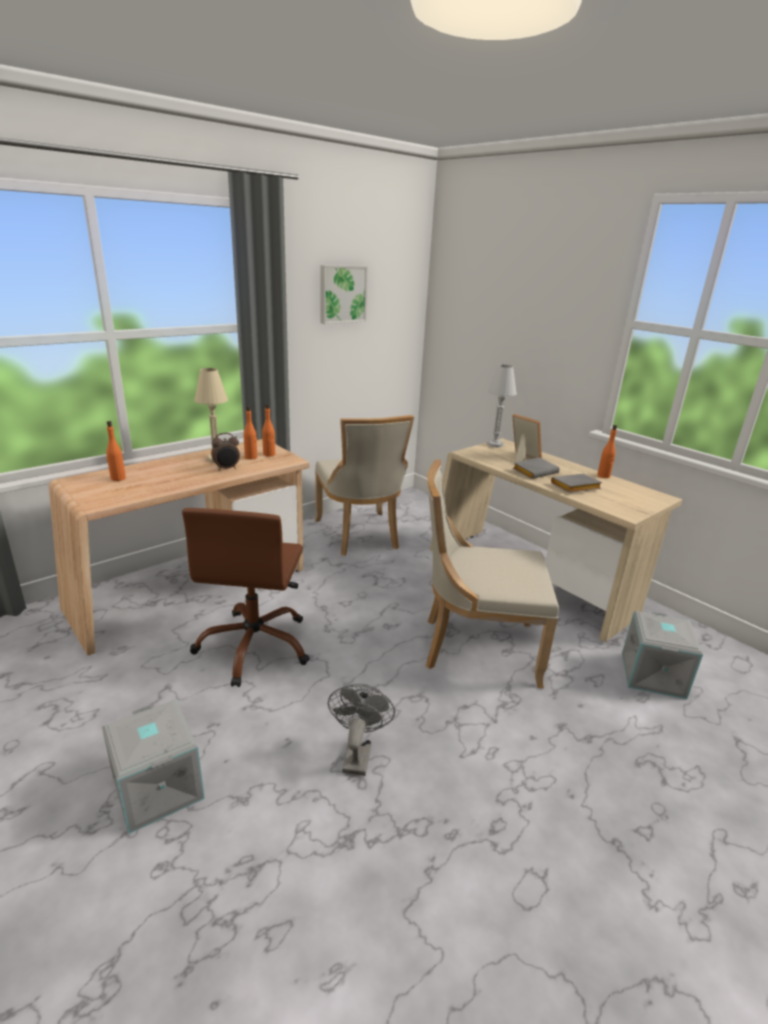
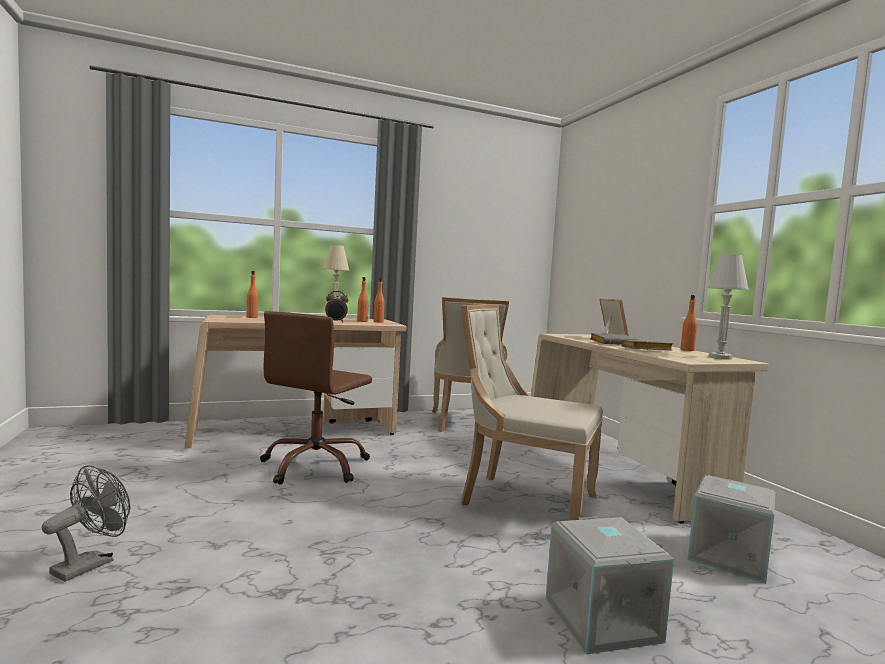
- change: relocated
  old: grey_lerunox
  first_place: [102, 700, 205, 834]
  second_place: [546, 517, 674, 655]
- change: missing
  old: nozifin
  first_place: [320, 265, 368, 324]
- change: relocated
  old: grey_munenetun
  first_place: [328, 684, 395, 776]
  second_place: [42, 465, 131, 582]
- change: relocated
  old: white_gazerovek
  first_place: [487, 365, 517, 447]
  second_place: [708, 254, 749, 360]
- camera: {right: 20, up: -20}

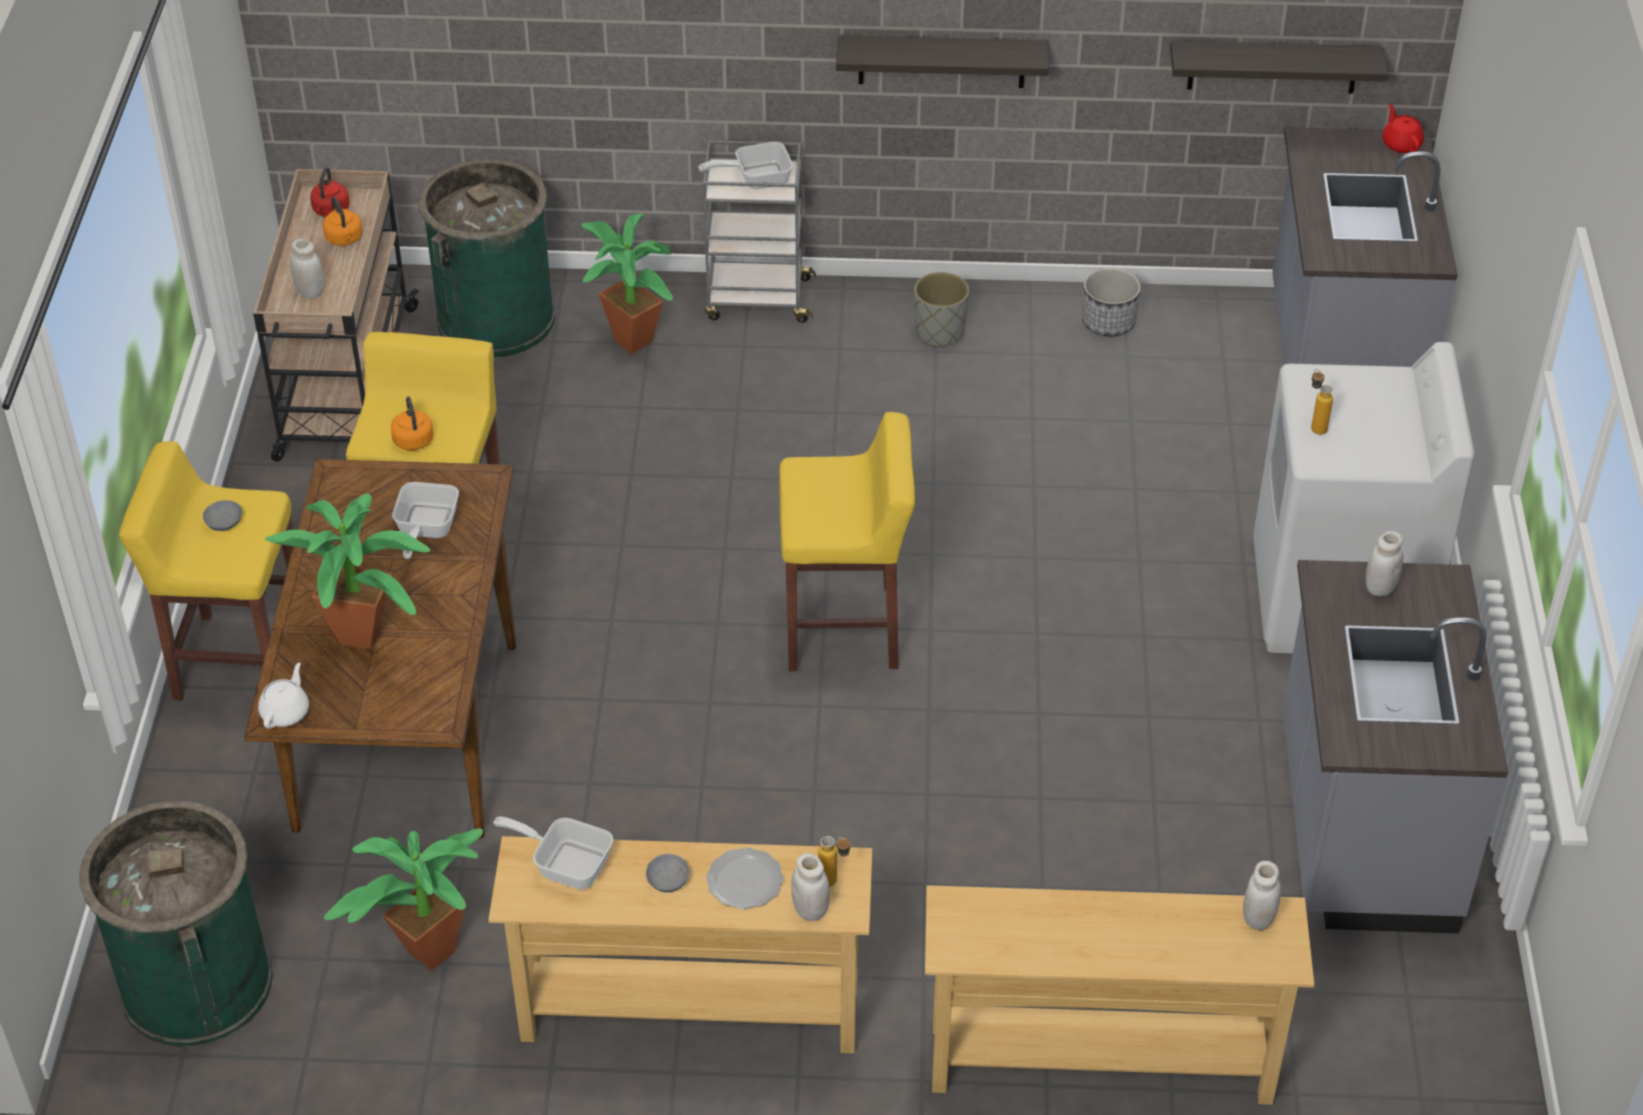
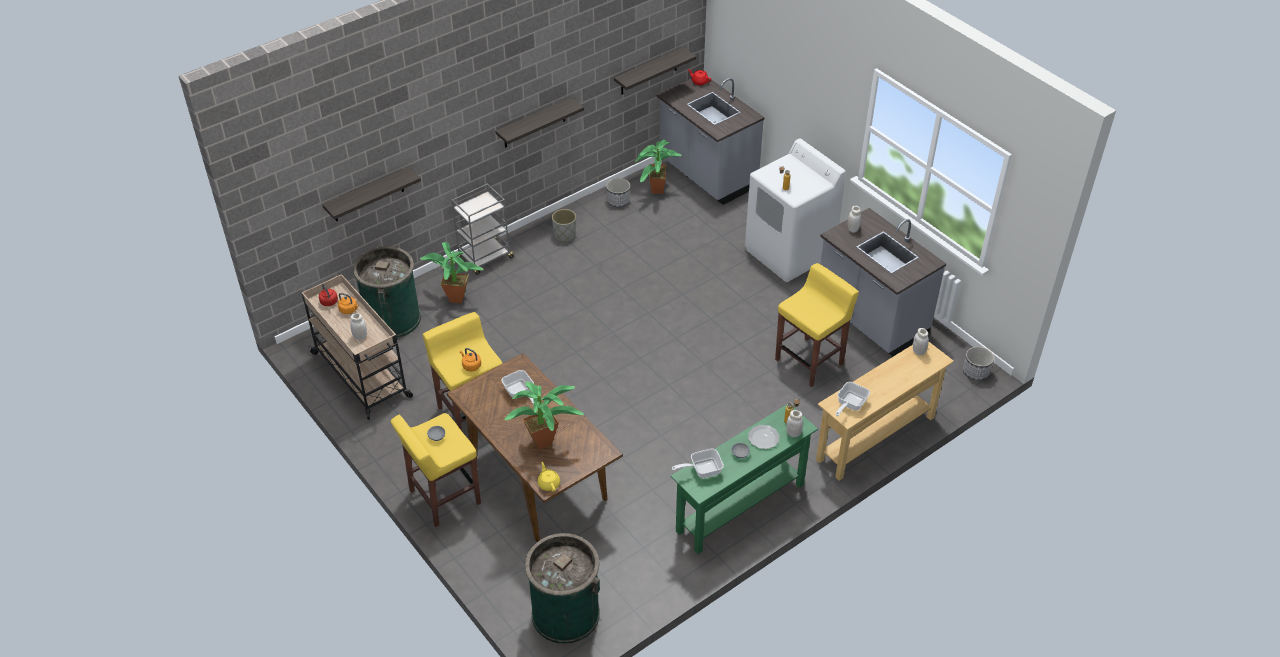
- change: colour
  old: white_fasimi
  new: yellow_fasimi
  first_place: [258, 662, 309, 729]
  second_place: [538, 462, 560, 492]
- change: relocated
  old: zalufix
  first_place: [324, 828, 483, 971]
  second_place: [635, 140, 682, 194]
- change: colour
  old: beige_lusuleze
  new: green_lusuleze
  first_place: [488, 836, 872, 1053]
  second_place: [671, 404, 818, 554]
- change: relocated
  old: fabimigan
  first_place: [698, 142, 793, 189]
  second_place: [836, 382, 870, 416]
- change: relocated
  old: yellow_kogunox
  first_place: [779, 412, 915, 671]
  second_place: [775, 263, 859, 387]
- change: appeared
  new: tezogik
  second_place: [323, 167, 421, 221]
- change: appeared
  new: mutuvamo
  second_place: [963, 346, 994, 380]
- camera: {right: -40, up: 0}

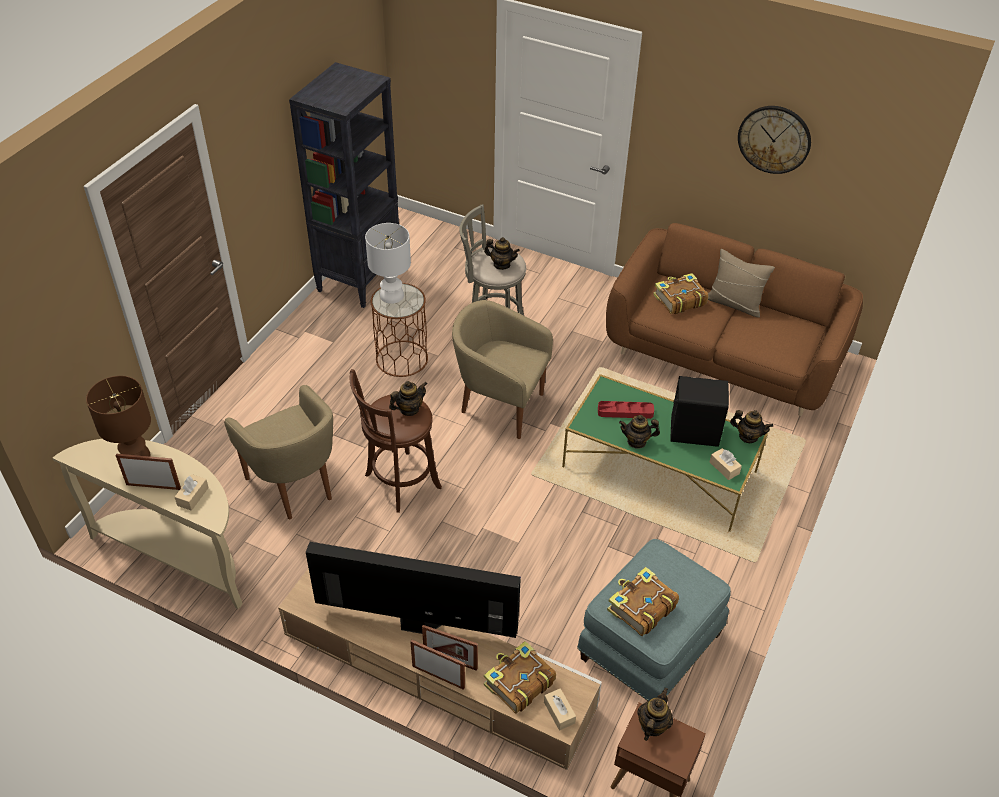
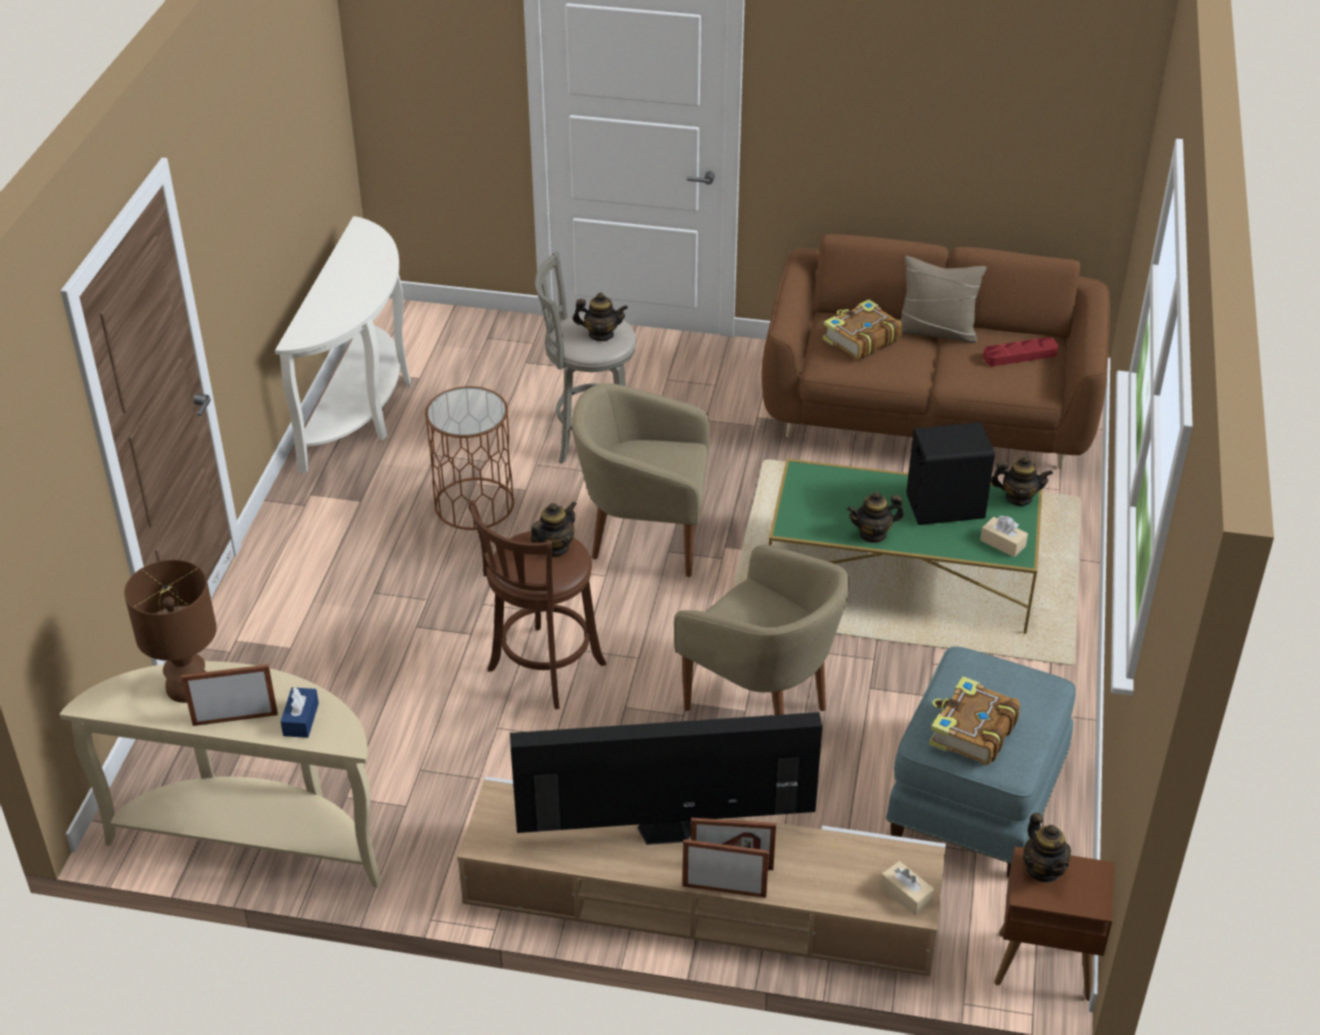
- change: colour
  old: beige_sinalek
  new: blue_sinalek
  first_place: [175, 474, 209, 511]
  second_place: [281, 687, 319, 738]
- change: relocated
  old: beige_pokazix
  first_place: [224, 385, 333, 519]
  second_place: [674, 544, 849, 715]
- change: exchanged
  old: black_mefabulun
  new: white_lusuleze
  first_place: [289, 62, 400, 308]
  second_place: [275, 216, 411, 473]
- change: missing
  old: white_gazerovek
  first_place: [365, 223, 411, 304]
- change: missing
  old: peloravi
  first_place: [484, 641, 556, 714]
- change: relocated
  old: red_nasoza
  first_place: [598, 401, 654, 419]
  second_place: [983, 337, 1058, 366]
- change: spun
  old: fasimi
  first_place: [637, 688, 673, 741]
  second_place: [1023, 813, 1071, 883]
  degrees: 150
- change: missing
  old: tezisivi
  first_place: [738, 106, 811, 174]
- camera: {right: -15, up: -5}

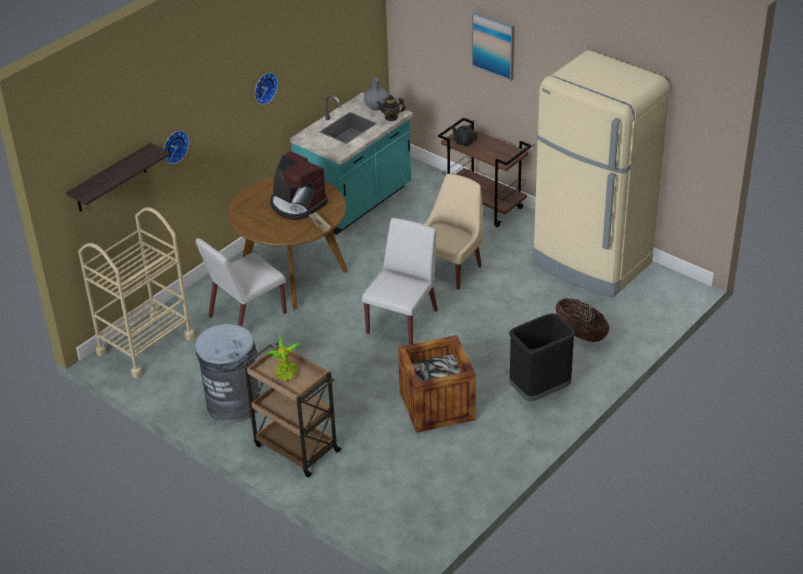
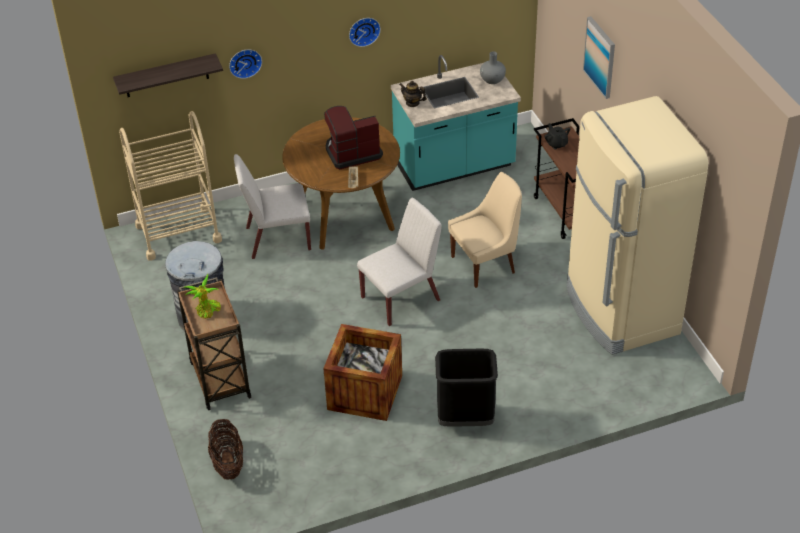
- change: spun
  old: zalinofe
  first_place: [270, 151, 328, 220]
  second_place: [324, 106, 383, 169]
  degrees: 90
- change: relocated
  old: fasimi
  first_place: [377, 95, 406, 121]
  second_place: [399, 81, 427, 107]
- change: relocated
  old: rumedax
  first_place: [555, 298, 610, 342]
  second_place: [208, 419, 243, 480]
- camera: {right: 30, up: 5}

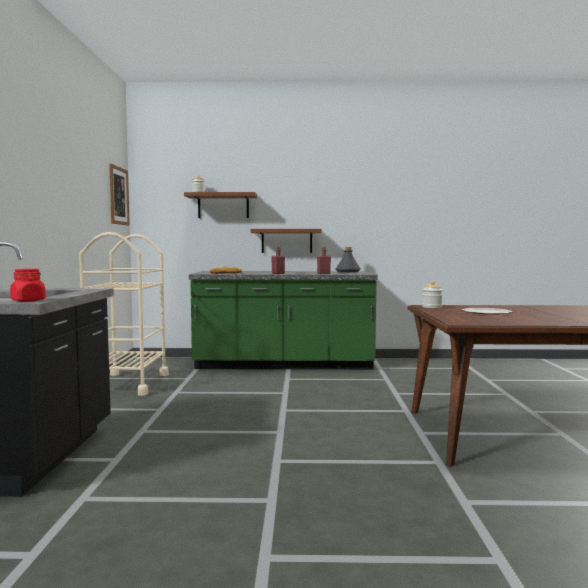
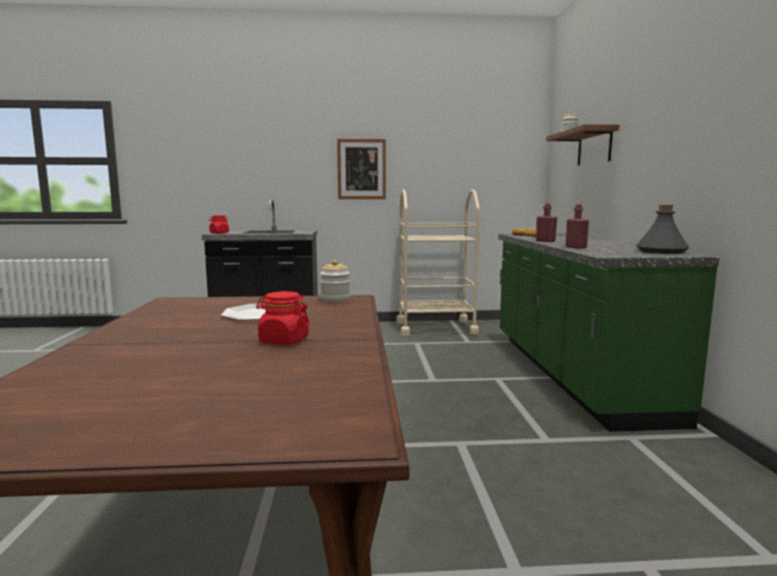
- change: relocated
  old: nozifin
  first_place: [109, 164, 130, 225]
  second_place: [337, 139, 386, 199]
- change: missing
  old: tezogik
  first_place: [251, 229, 322, 253]
- change: appeared
  new: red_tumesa
  second_place: [256, 291, 310, 345]
- camera: {right: 85, up: 5}

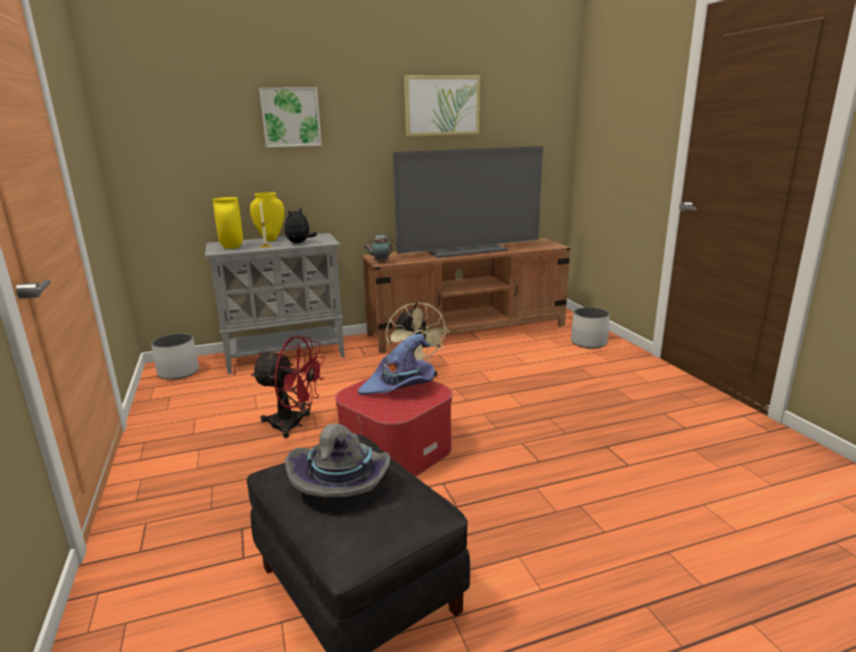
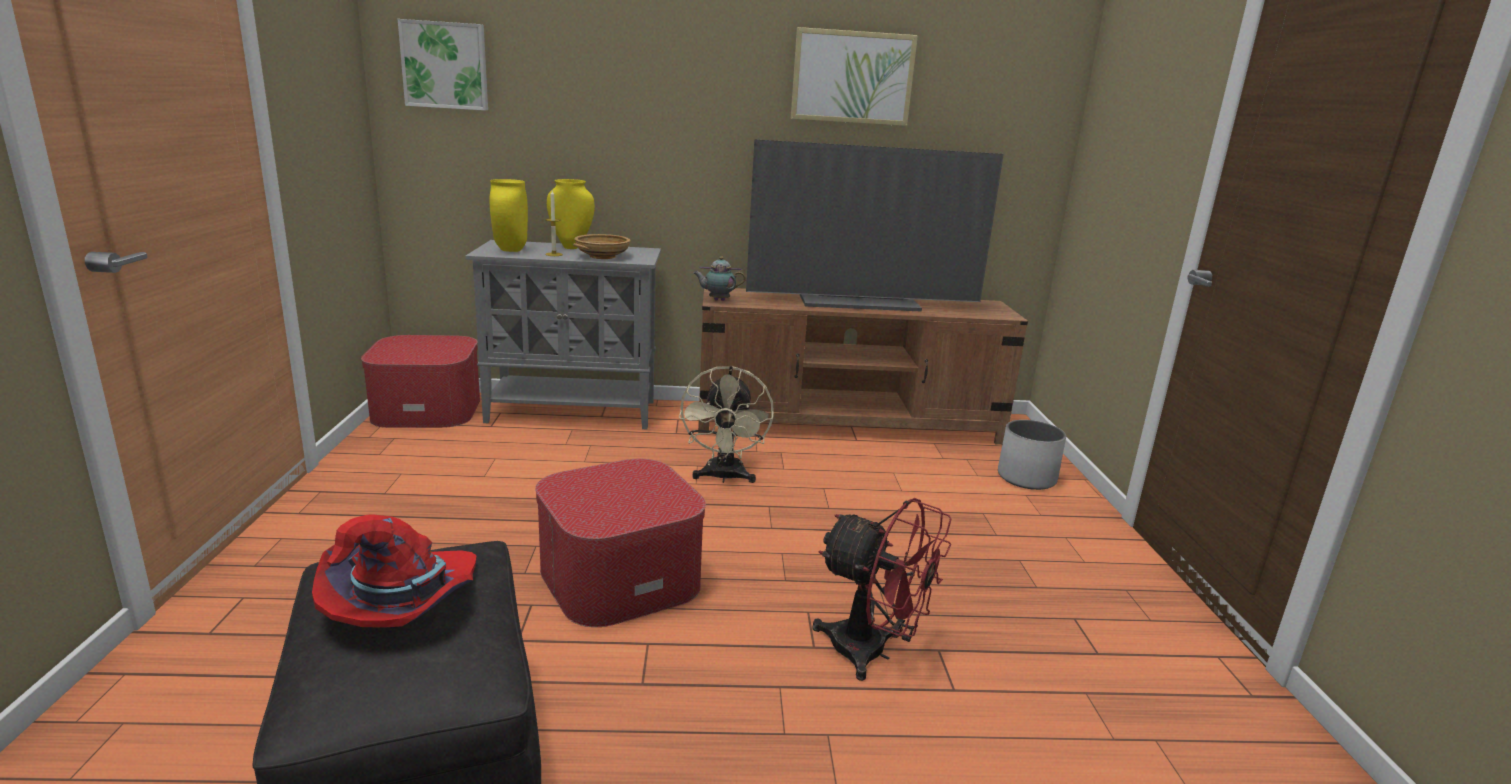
- change: exchanged
  old: white_mutuvamo
  new: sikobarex
  first_place: [151, 333, 199, 380]
  second_place: [361, 335, 480, 428]
- change: relocated
  old: red_munenetun
  first_place: [251, 336, 325, 438]
  second_place: [813, 498, 952, 681]
- change: relocated
  old: nozifin
  first_place: [259, 87, 322, 147]
  second_place: [398, 19, 488, 111]
- change: exchanged
  old: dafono
  new: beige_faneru
  first_place: [284, 207, 317, 243]
  second_place: [573, 234, 631, 259]
- change: colour
  old: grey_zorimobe
  new: red_zorimobe
  first_place: [285, 424, 390, 497]
  second_place: [312, 514, 477, 628]
- change: missing
  old: purple_zorimobe
  first_place: [358, 334, 435, 395]
- camera: {right: 15, up: 0}

